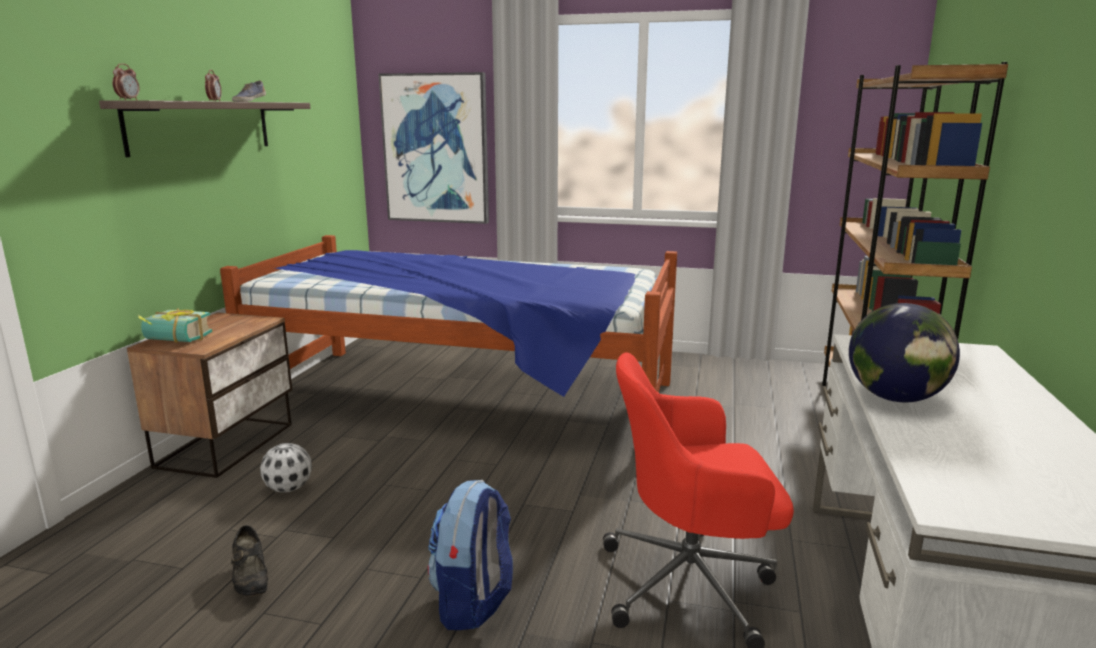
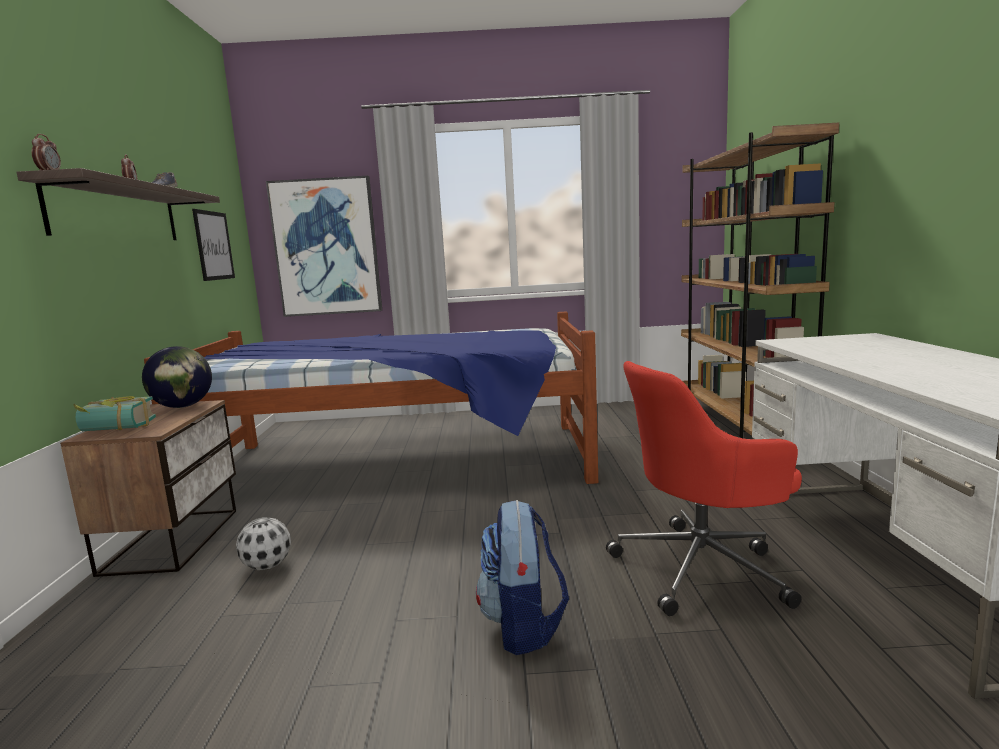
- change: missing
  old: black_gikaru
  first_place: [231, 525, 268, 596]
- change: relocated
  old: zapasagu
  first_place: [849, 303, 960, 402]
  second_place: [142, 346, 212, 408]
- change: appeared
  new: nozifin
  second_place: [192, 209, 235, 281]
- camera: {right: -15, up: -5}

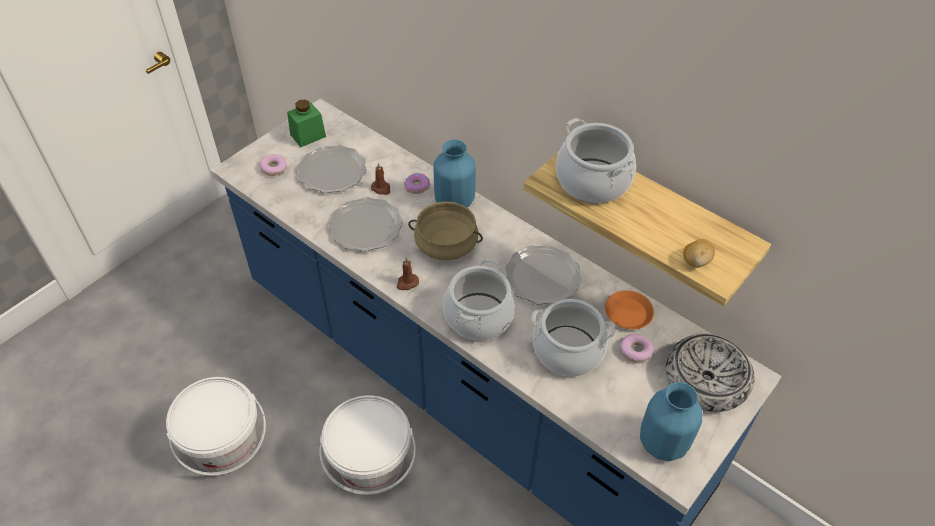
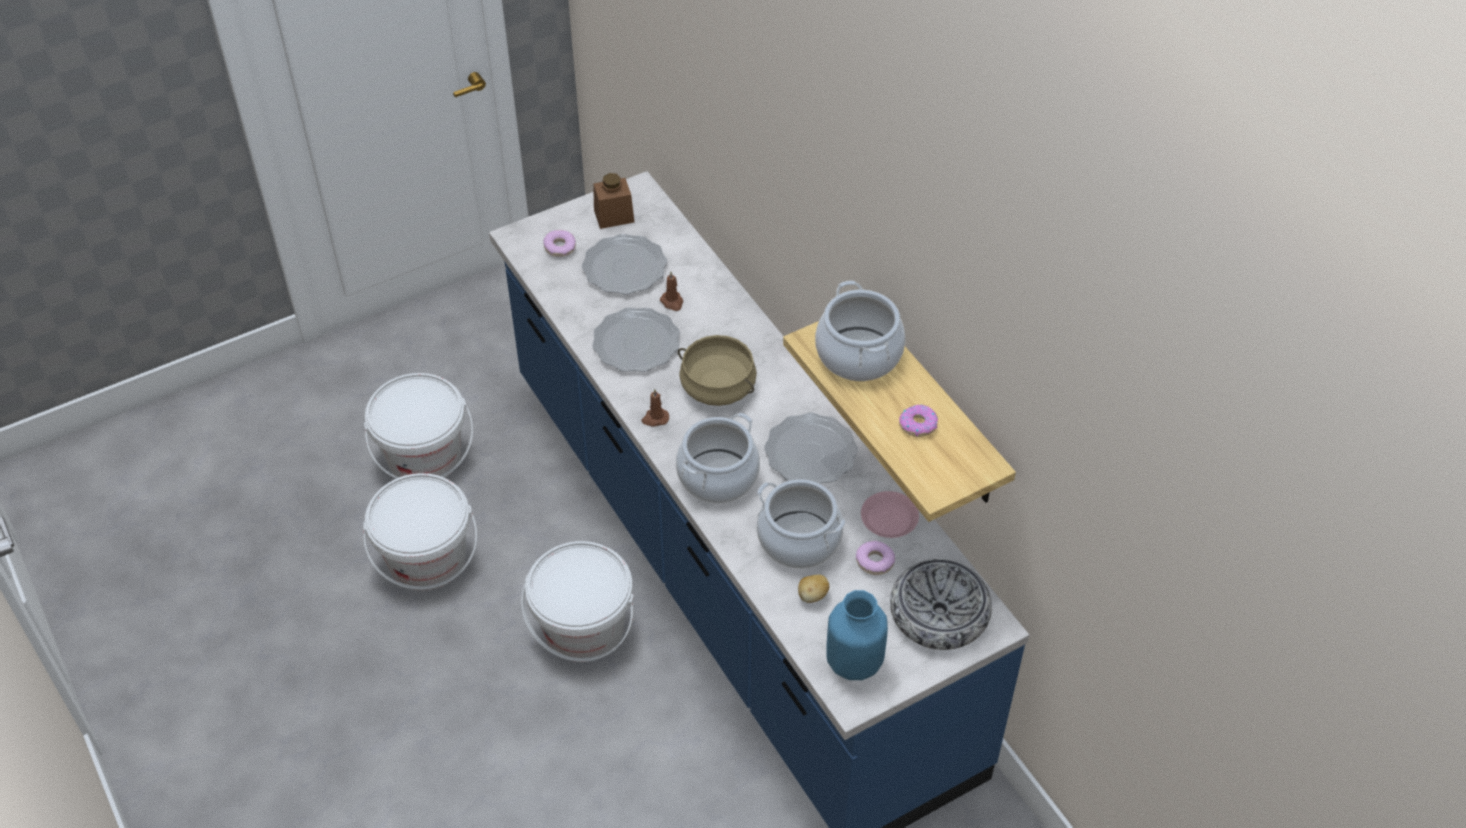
- change: colour
  old: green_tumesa
  new: brown_tumesa
  first_place: [287, 99, 326, 147]
  second_place: [593, 173, 634, 229]
- change: relocated
  old: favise
  first_place: [404, 173, 430, 194]
  second_place: [899, 405, 938, 437]
- change: missing
  old: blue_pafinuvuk
  first_place: [434, 140, 476, 207]
- change: colour
  old: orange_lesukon
  new: pink_lesukon
  first_place: [605, 290, 654, 329]
  second_place: [861, 491, 919, 538]
- change: relocated
  old: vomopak
  first_place: [683, 239, 715, 268]
  second_place: [798, 574, 829, 603]
- change: appeared
  new: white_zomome
  second_place: [364, 373, 473, 479]
- camera: {right: 20, up: 0}

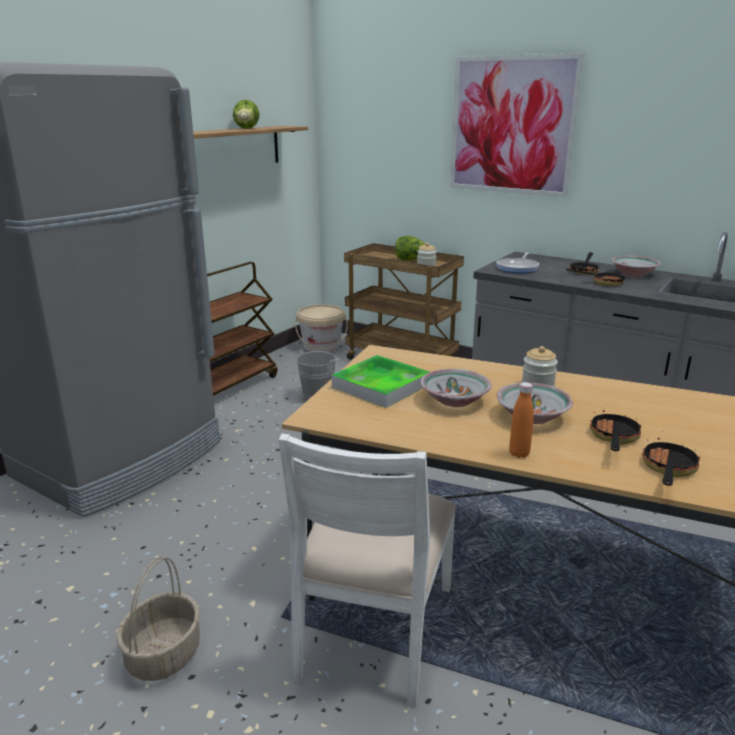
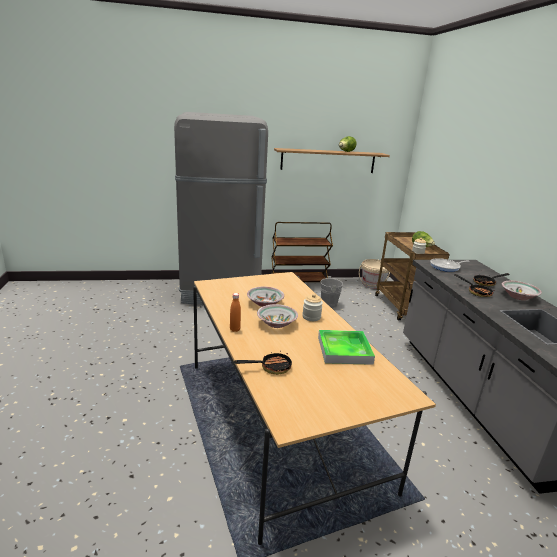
- change: missing
  old: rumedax
  first_place: [116, 557, 200, 681]
- change: missing
  old: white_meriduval
  first_place: [279, 434, 456, 708]
- change: relocated
  old: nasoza
  first_place: [331, 355, 430, 408]
  second_place: [318, 330, 375, 365]
- change: missing
  old: nozifin
  first_place: [450, 53, 584, 198]
- change: missing
  old: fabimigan
  first_place: [590, 410, 641, 451]
- camera: {right: 45, up: 0}

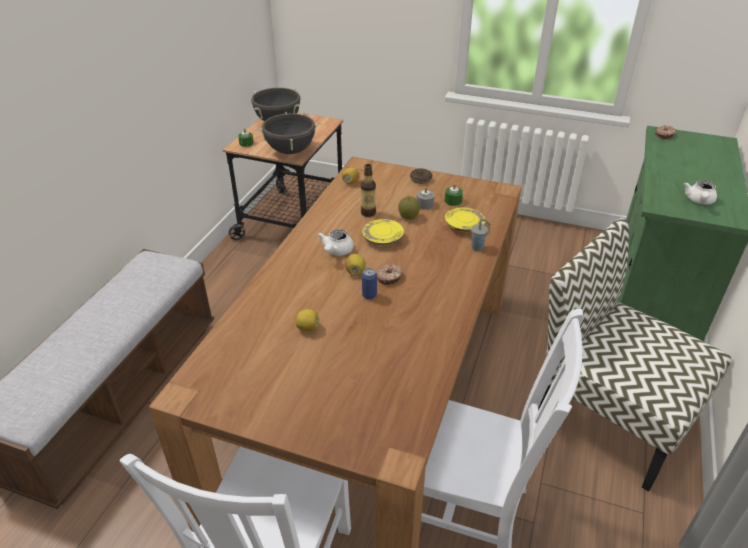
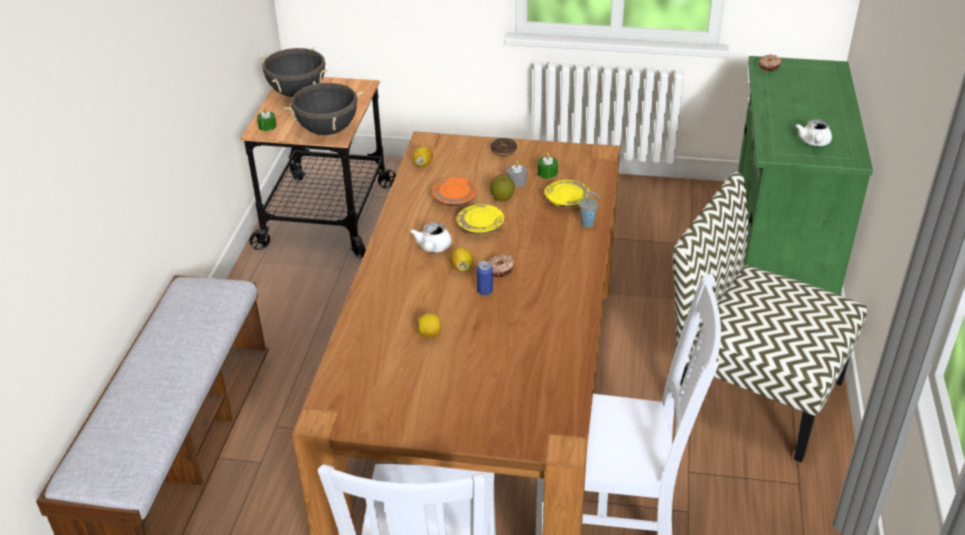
- change: exchanged
  old: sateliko
  new: orange_lesukon
  first_place: [361, 164, 376, 217]
  second_place: [432, 177, 477, 207]
- camera: {right: -10, up: 0}

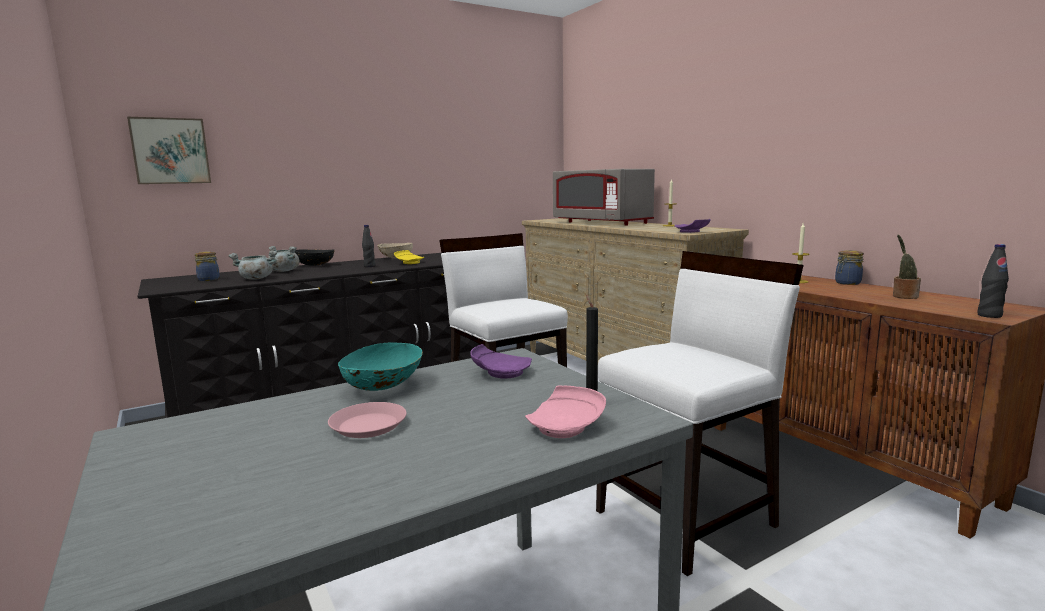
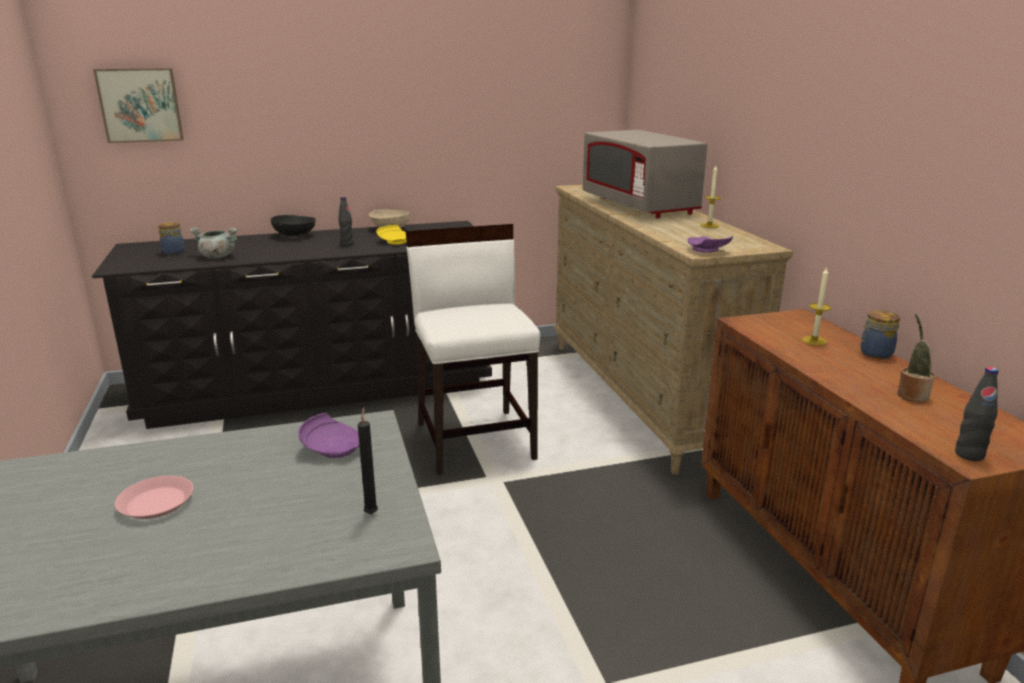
- change: missing
  old: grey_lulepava
  first_place: [268, 246, 300, 272]
- change: missing
  old: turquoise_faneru
  first_place: [338, 342, 423, 391]
- change: missing
  old: pink_lesukon
  first_place: [525, 386, 606, 438]
- change: missing
  old: white_meriduval
  first_place: [596, 251, 804, 576]
- camera: {right: 15, up: 10}

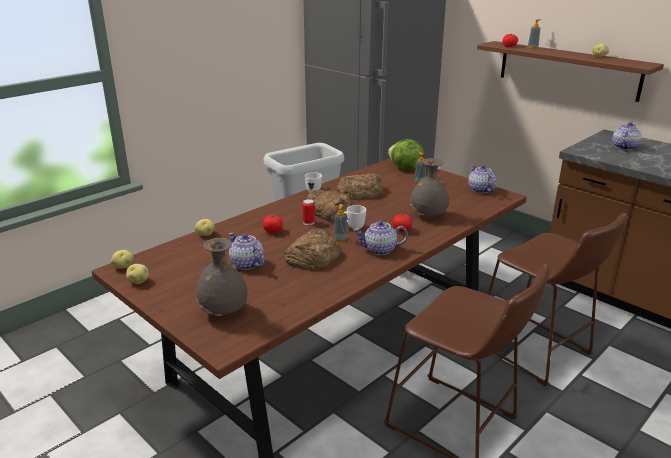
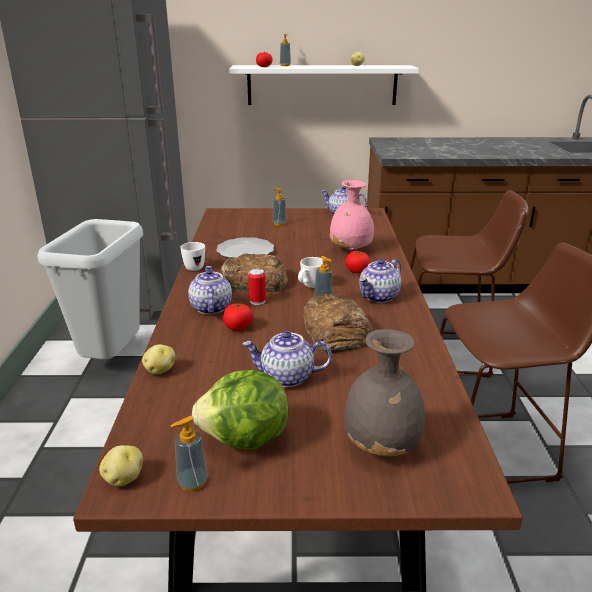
- change: exchanged
  old: vomopak
  new: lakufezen
  first_place: [126, 264, 149, 284]
  second_place: [171, 416, 208, 491]
- change: exchanged
  old: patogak
  new: lesukon
  first_place: [337, 173, 383, 200]
  second_place: [216, 237, 274, 258]
- change: relocated
  old: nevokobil
  first_place: [388, 139, 424, 169]
  second_place: [192, 370, 288, 450]
- change: colour
  old: grey_pafinuvuk
  new: pink_pafinuvuk
  first_place: [410, 158, 449, 217]
  second_place: [330, 180, 374, 250]
- change: colour
  old: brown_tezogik
  new: white_tezogik
  first_place: [477, 41, 664, 102]
  second_place: [229, 65, 419, 105]
- change: relocated
  old: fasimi
  first_place: [612, 122, 642, 150]
  second_place: [188, 266, 232, 315]
- camera: {right: -45, up: 0}

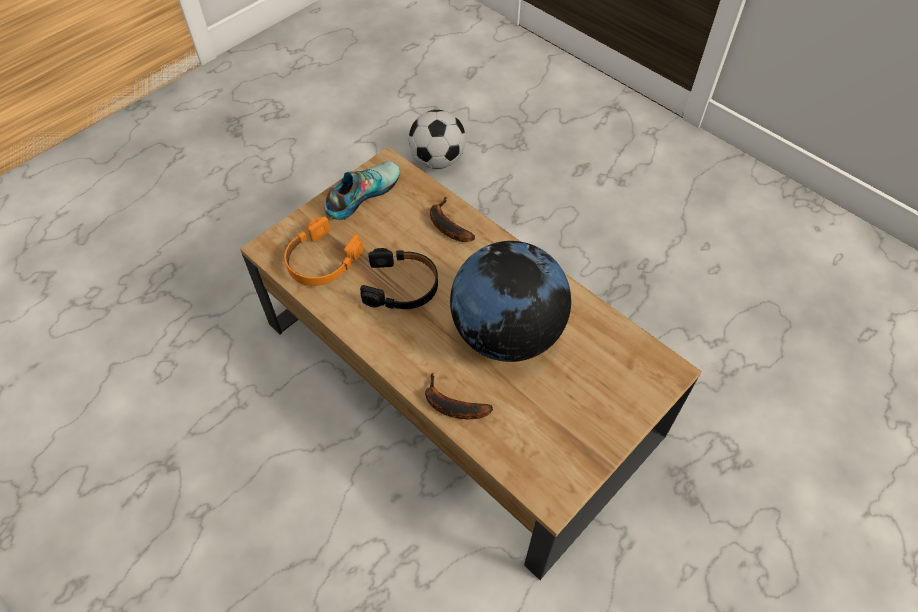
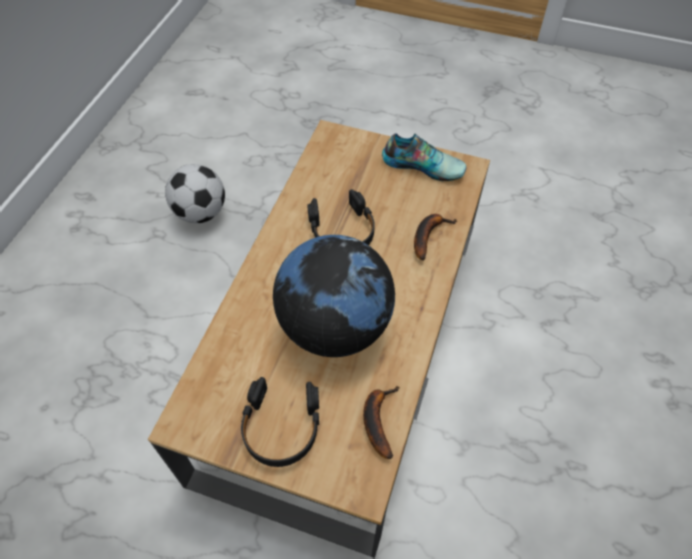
- change: missing
  old: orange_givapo
  first_place: [284, 217, 363, 286]
- change: relocated
  old: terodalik
  first_place: [409, 110, 466, 169]
  second_place: [165, 164, 225, 223]
- change: relocated
  old: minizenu
  first_place: [425, 373, 493, 419]
  second_place: [363, 386, 399, 459]
- change: appeared
  new: black_givapo
  second_place: [241, 377, 319, 467]
- camera: {right: 65, up: 0}

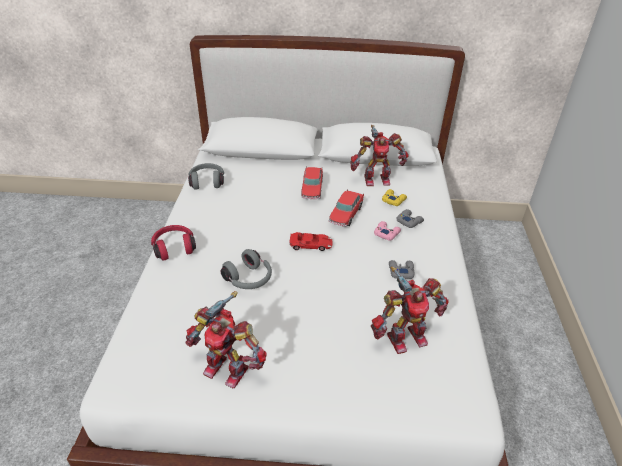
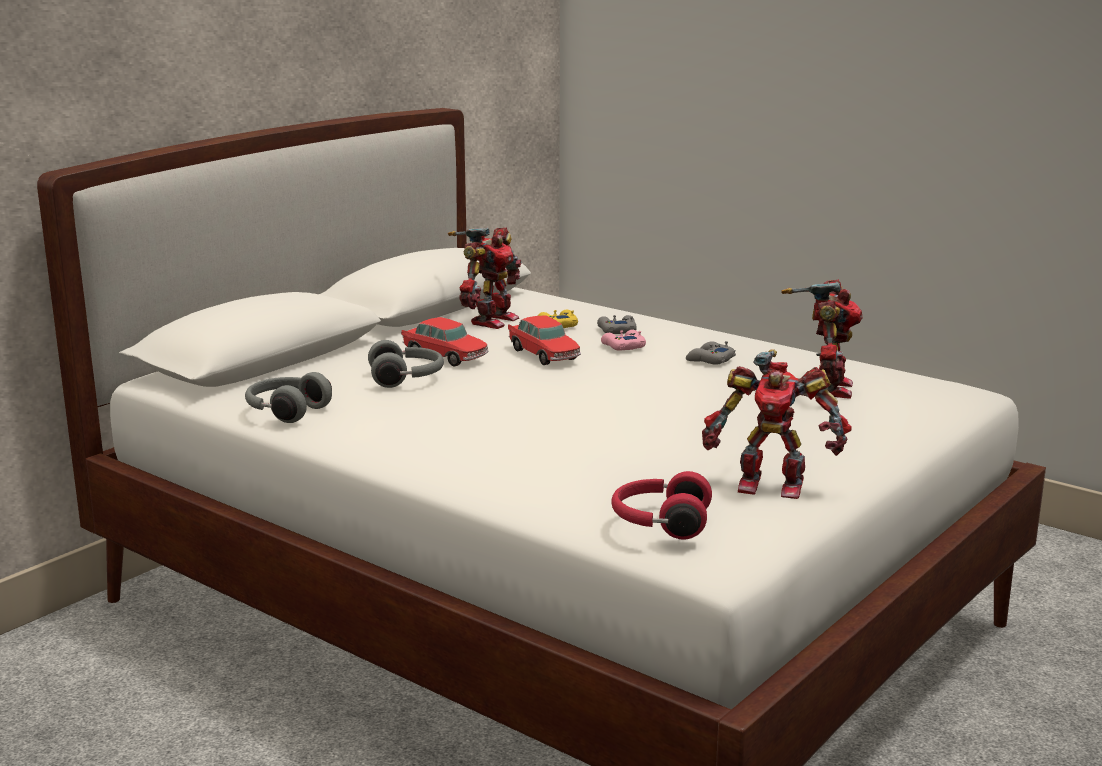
- change: relocated
  old: red_givapo
  first_place: [151, 225, 196, 260]
  second_place: [611, 471, 712, 540]
- change: spun
  old: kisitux
  first_place: [186, 291, 266, 389]
  second_place: [702, 349, 852, 499]
  degrees: 45
- change: relocated
  old: grey_givapo
  first_place: [221, 249, 272, 289]
  second_place: [368, 340, 444, 388]
- change: missing
  old: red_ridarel
  first_place: [289, 232, 332, 251]
- camera: {right: -55, up: -20}

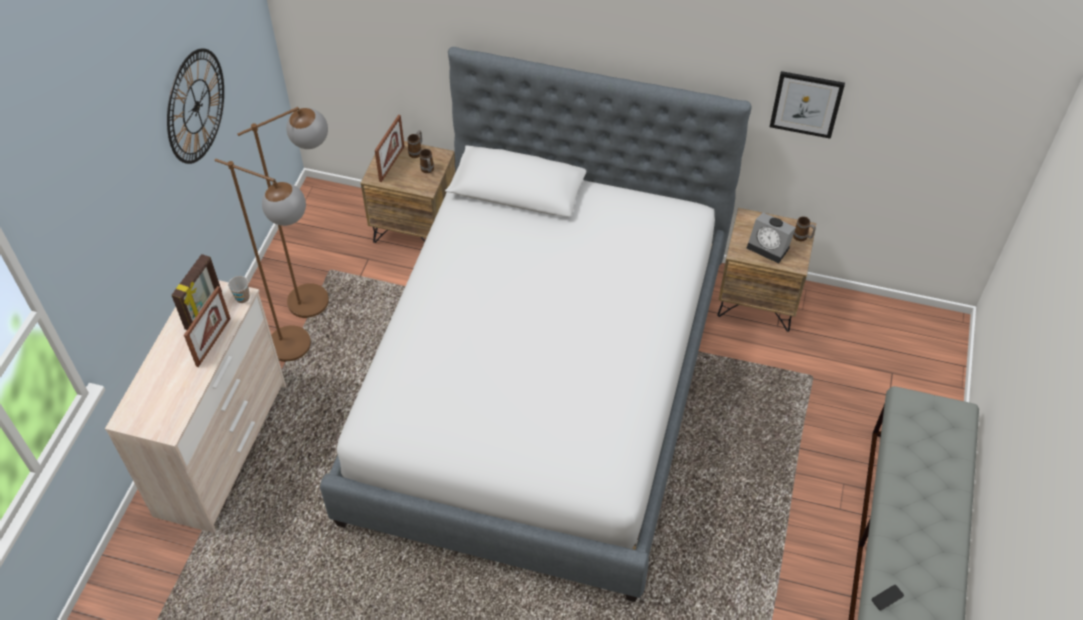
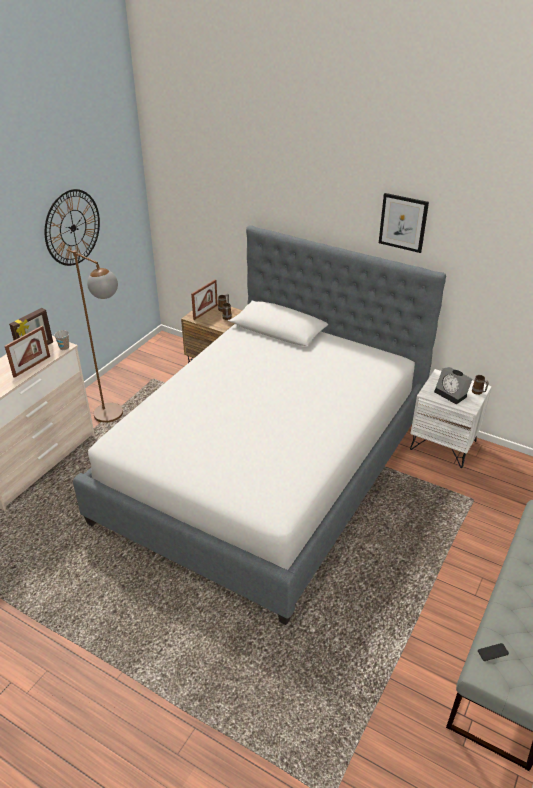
- change: missing
  old: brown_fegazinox
  first_place: [237, 107, 329, 318]
- change: colour
  old: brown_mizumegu
  new: white_mizumegu
  first_place: [717, 208, 816, 332]
  second_place: [410, 369, 492, 468]
- change: relocated
  old: nozifin
  first_place: [770, 71, 845, 139]
  second_place: [379, 193, 429, 253]
- camera: {right: 15, up: -15}

